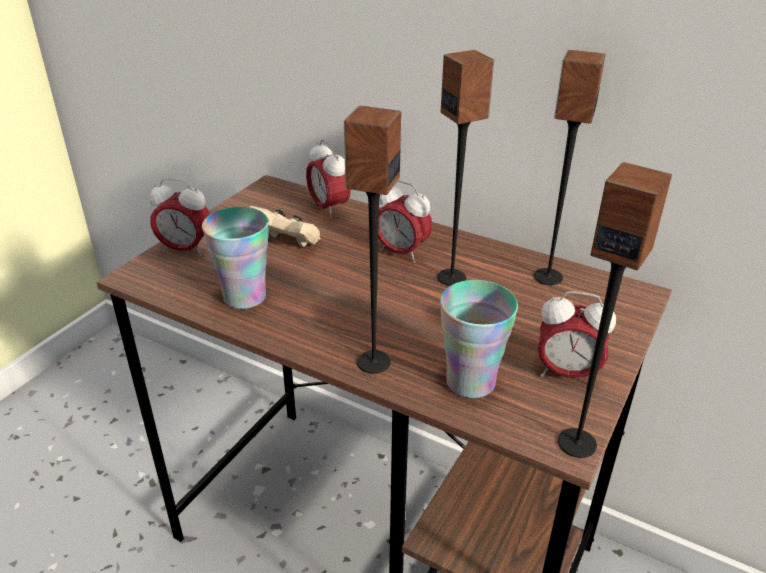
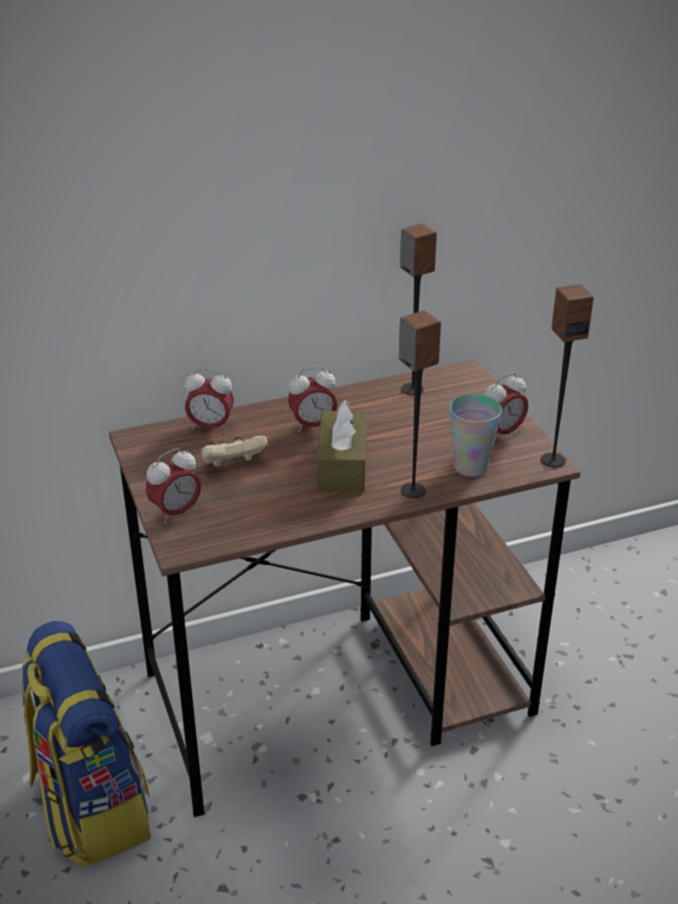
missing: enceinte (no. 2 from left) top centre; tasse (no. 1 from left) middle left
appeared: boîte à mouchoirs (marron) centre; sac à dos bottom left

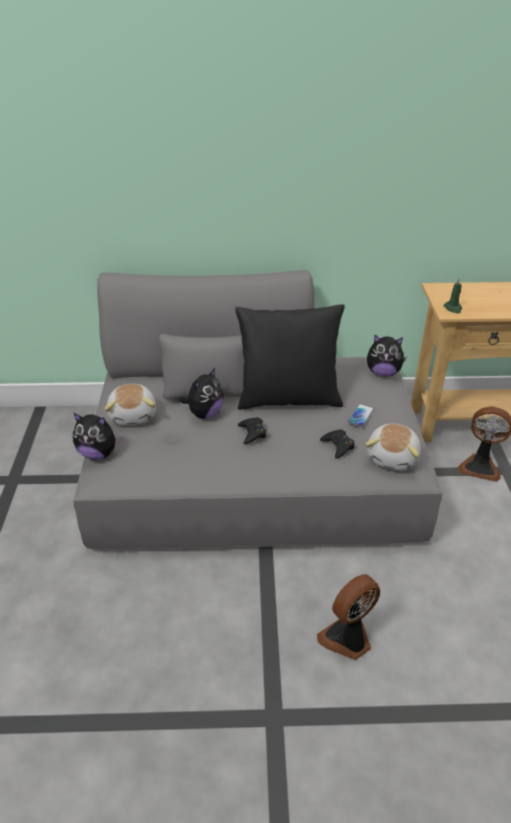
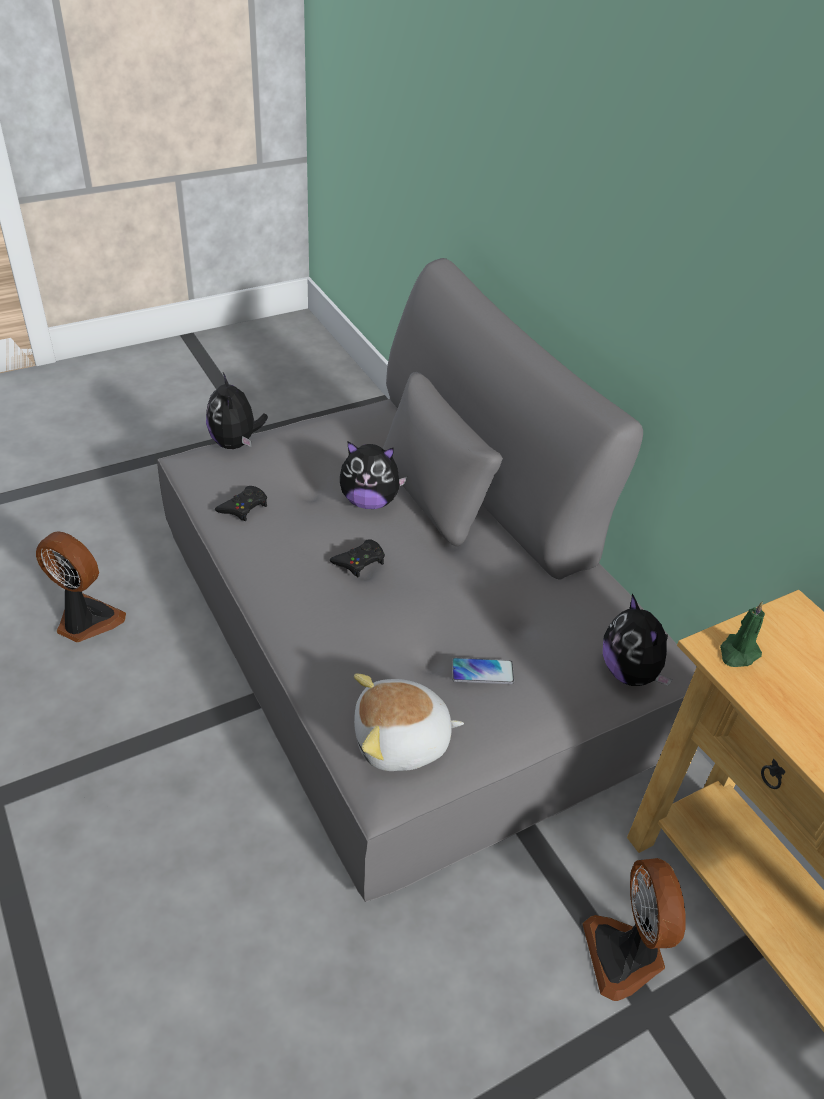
missing: coussin (noir) centre; peluche (no. 2 from left) middle left
relocated: manette (noir) (no. 2 from left in the first image) centre to manette (noir) (no. 1 from left) middle left; ventilateur (no. 1 from left) bottom right to middle left

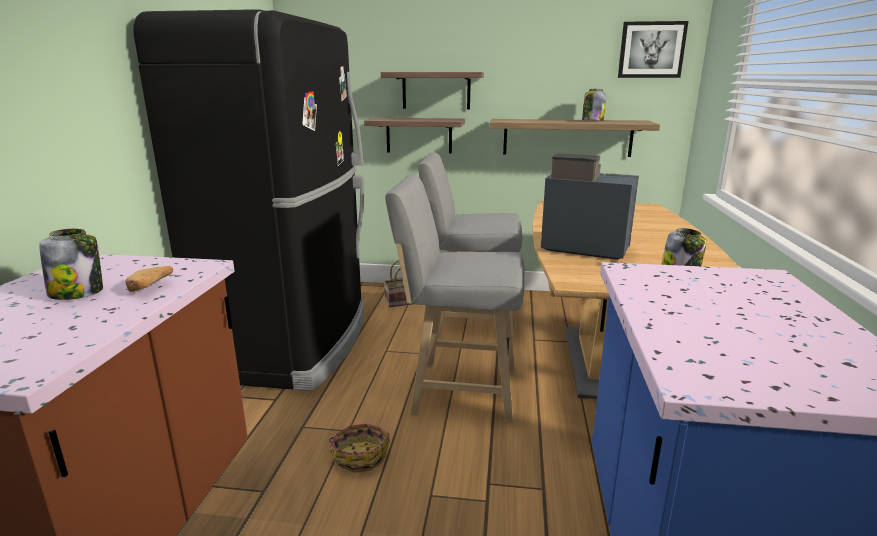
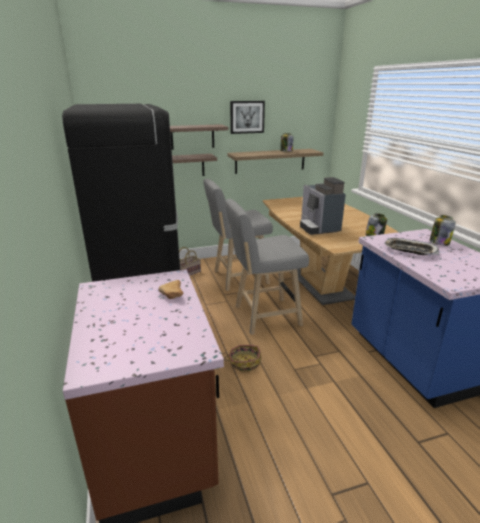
appeared: plateau middle right
relocated: tableau top right to top centre; bocal (no. 1 from left in the first image) middle left to bocal (no. 3 from left) middle right
spun: machine à café middle right = middle right 105 degrees counterclockwise

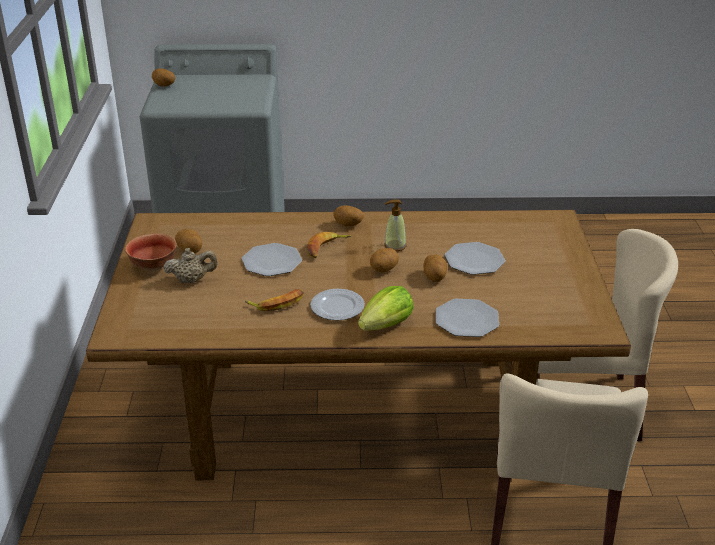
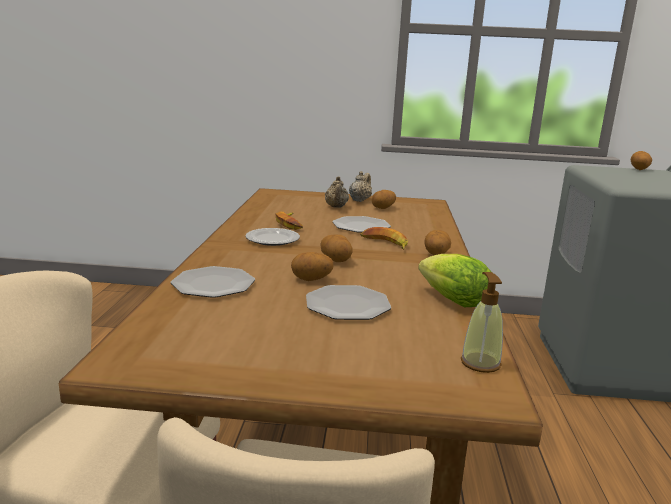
relocated: distributeur de savon centre to middle right; laitue centre to middle right
exchanged: bol middle left to théière (beige) (no. 2 from left) centre

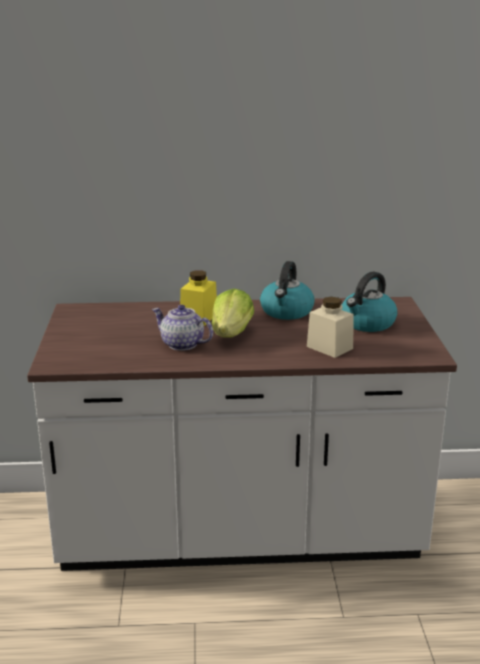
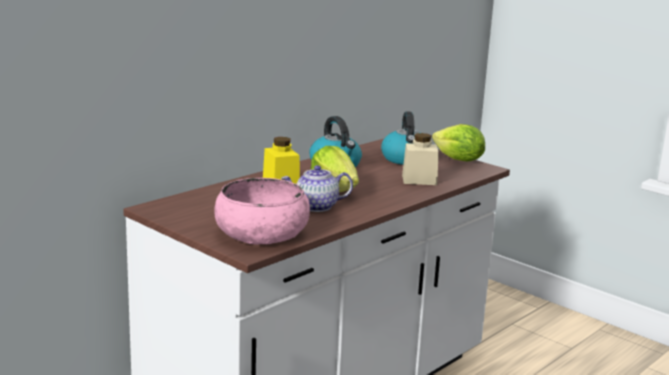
appeared: laitue (no. 2 from left) middle right; bol (rose) centre

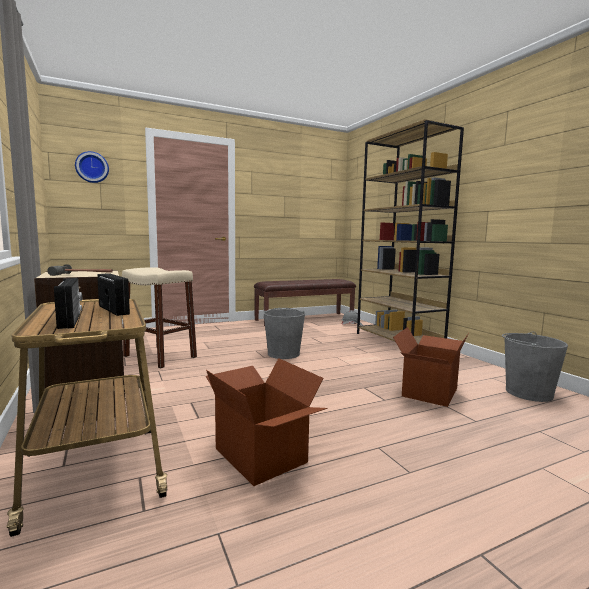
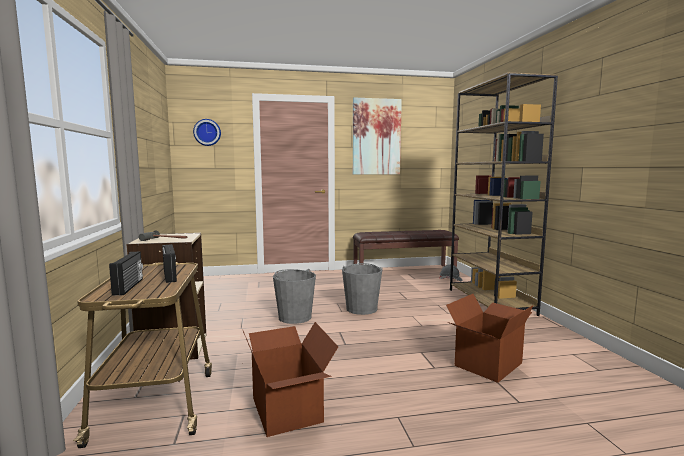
missing: tabouret (beige) middle left
appeared: tableau top centre
relocated: seau (gris) (no. 2 from left in the first image) middle right to seau (gris) (no. 1 from left) centre

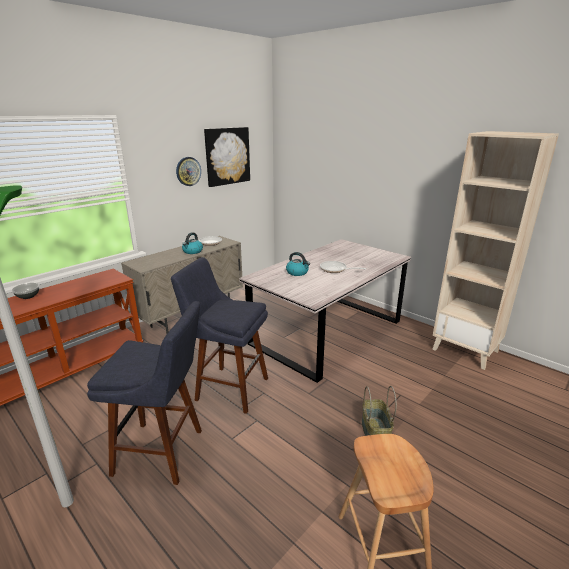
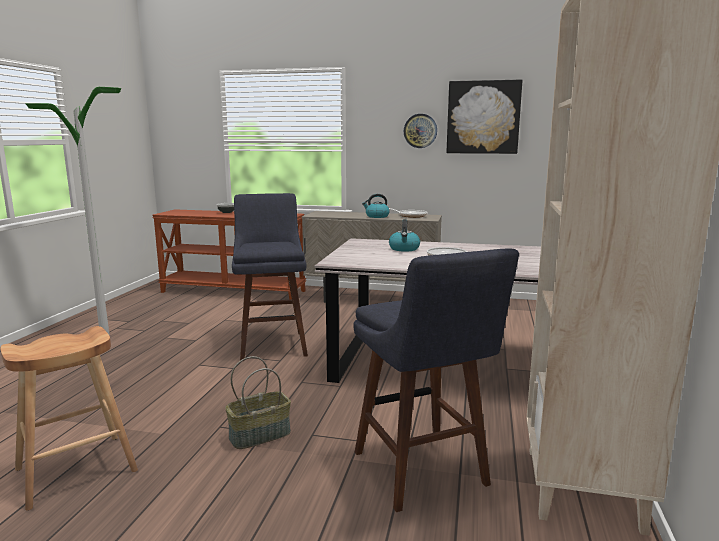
relocated: tabouret (bleu) (no. 1 from left in the first image) bottom left to tabouret (bleu) (no. 2 from left) bottom centre

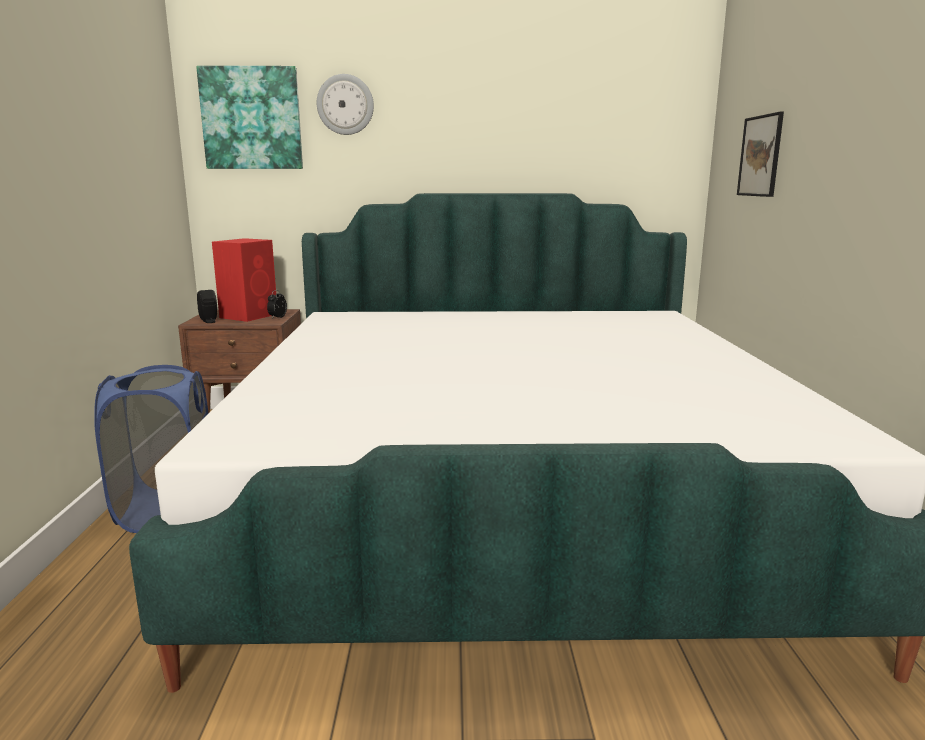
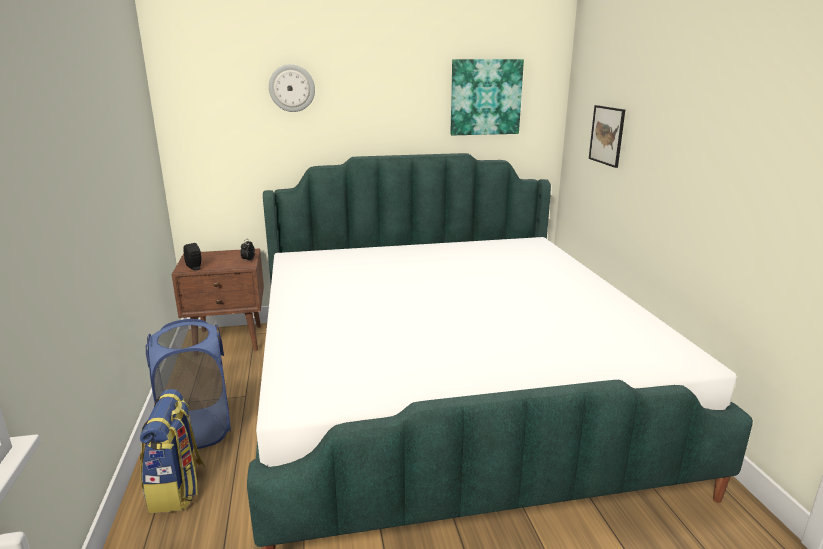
missing: enceinte (rouge) middle left
appeared: sac à dos bottom left
relocated: tableau (no. 1 from left) top left to top centre

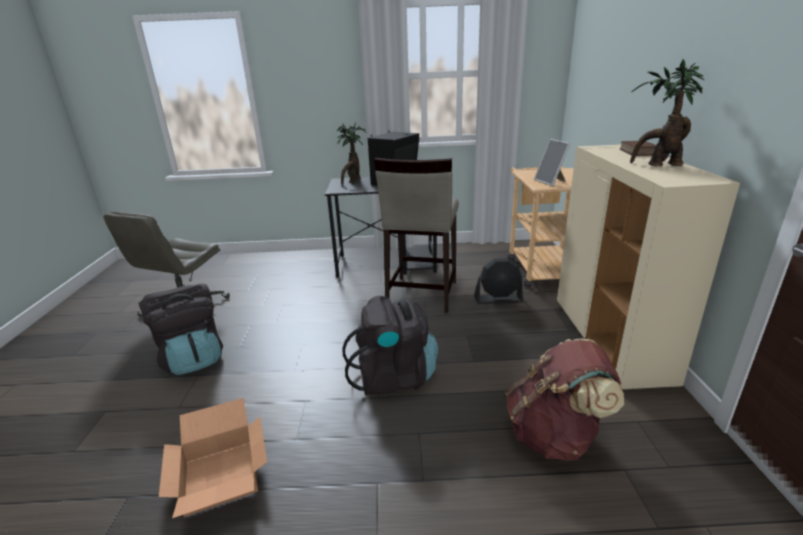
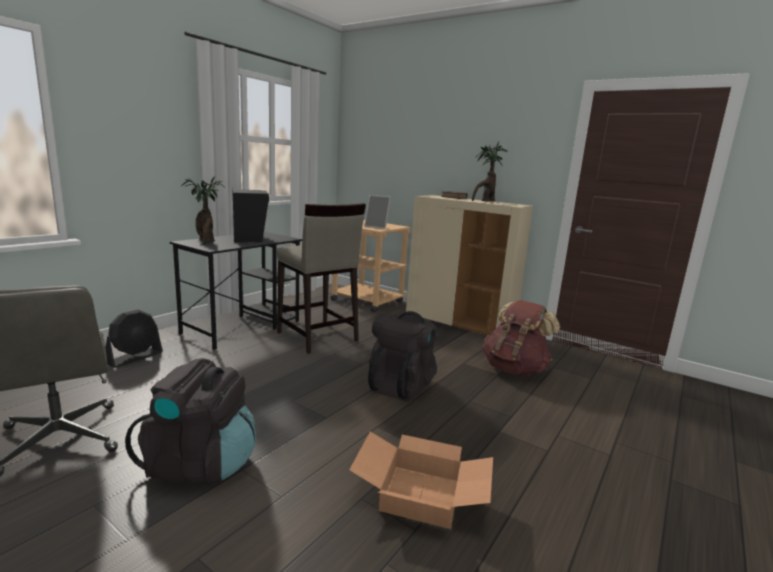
relocated: ventilateur (noir) centre to middle left

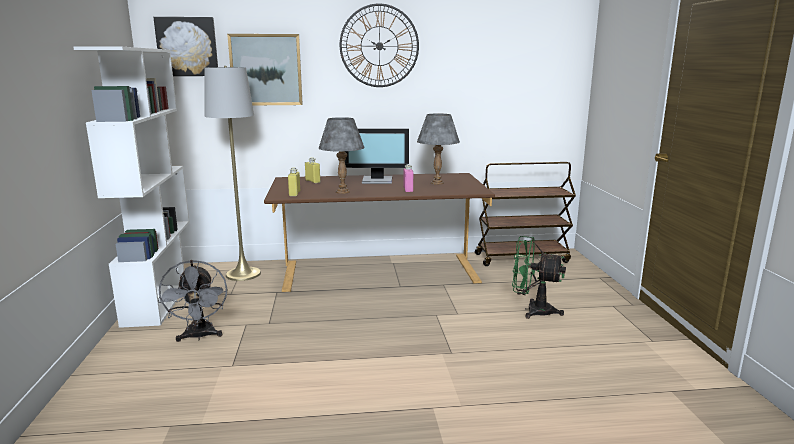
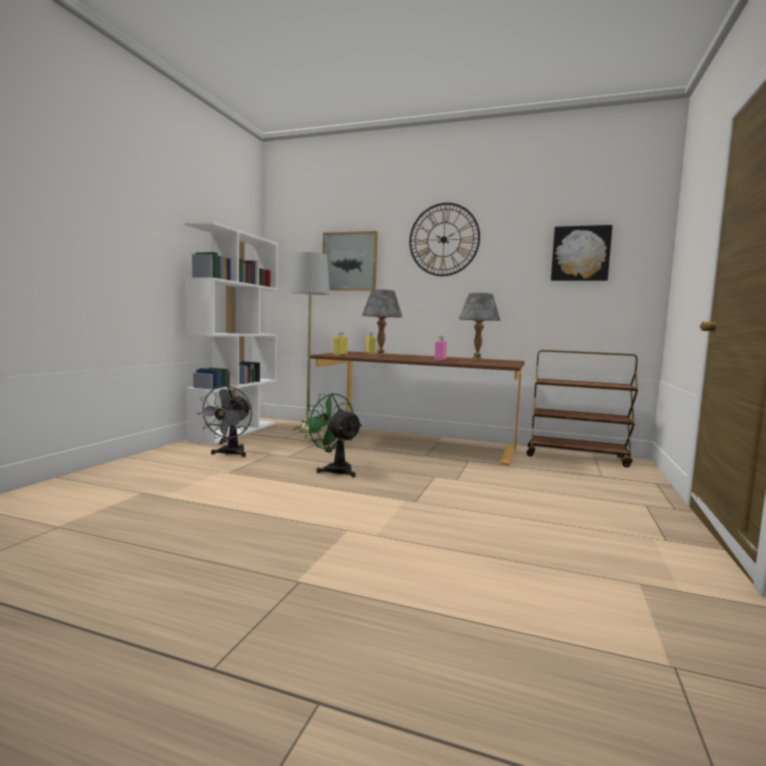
missing: écran d'ordinateur centre
relocated: tableau (no. 1 from left in the first image) top left to tableau (no. 2 from left) top right; ventilateur (vert) middle right to centre

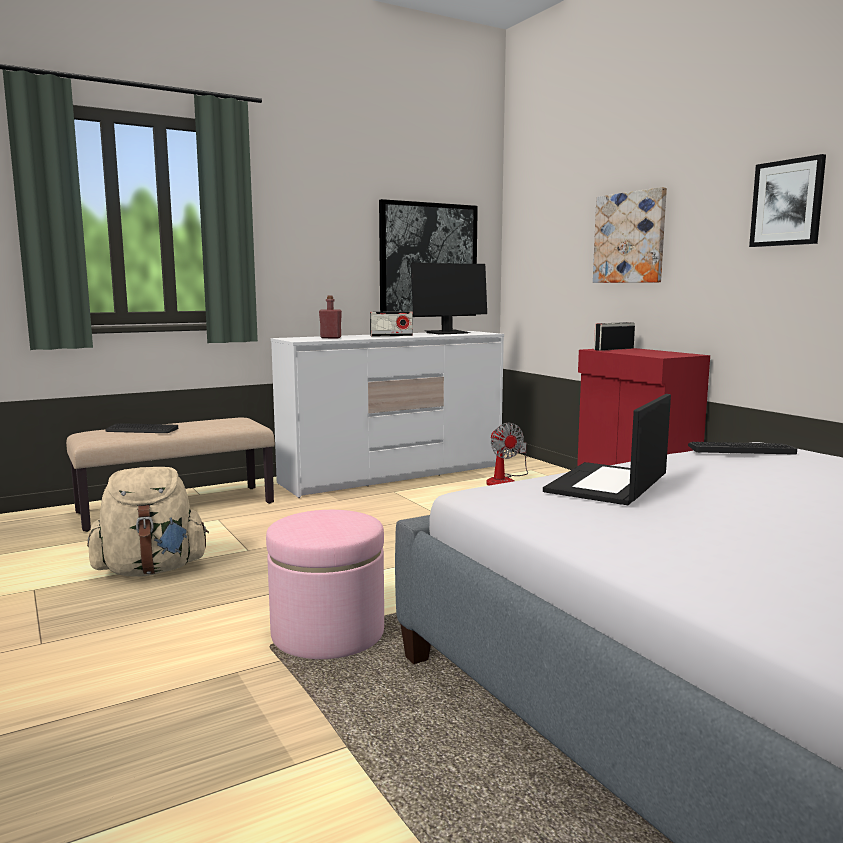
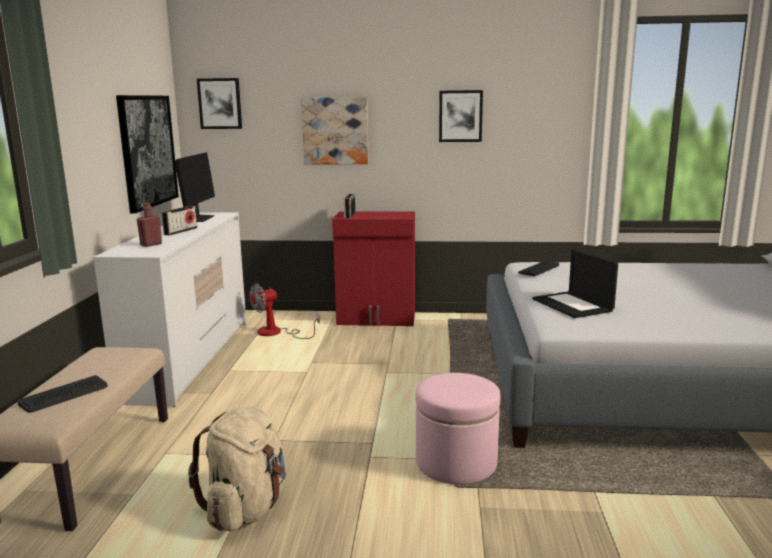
appeared: tableau (no. 2 from left) top left
spun: ventilateur centre = centre 135 degrees clockwise

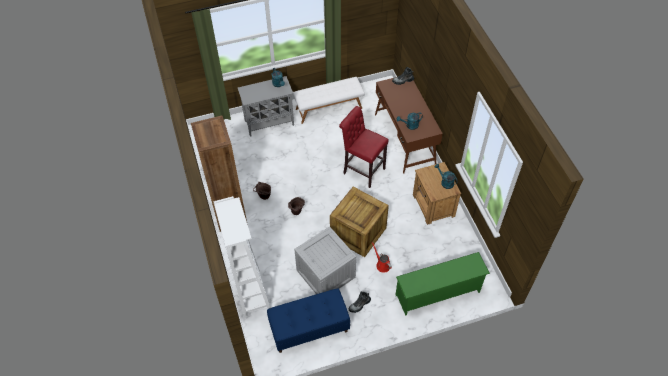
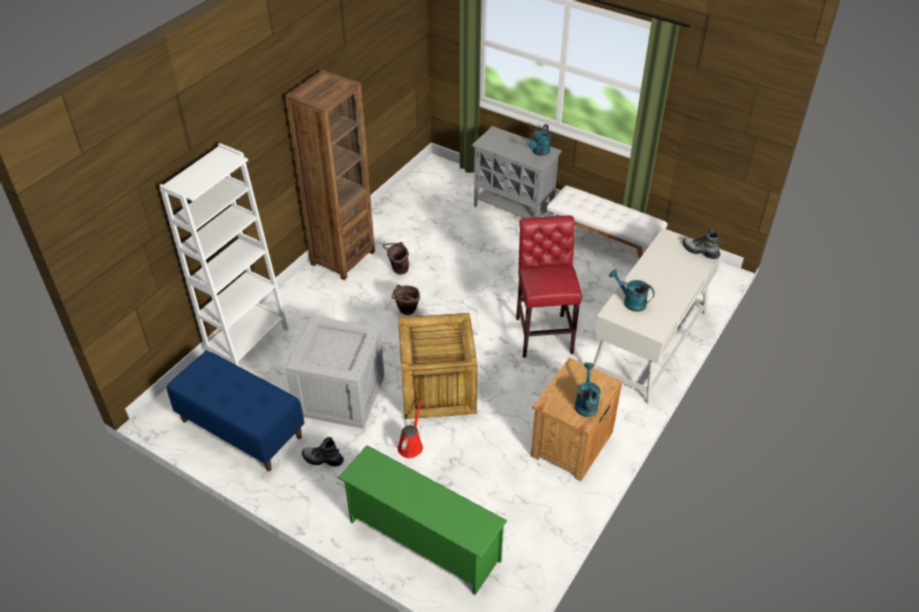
colour: bureau (marron) top centre to bureau (blanc) middle right

